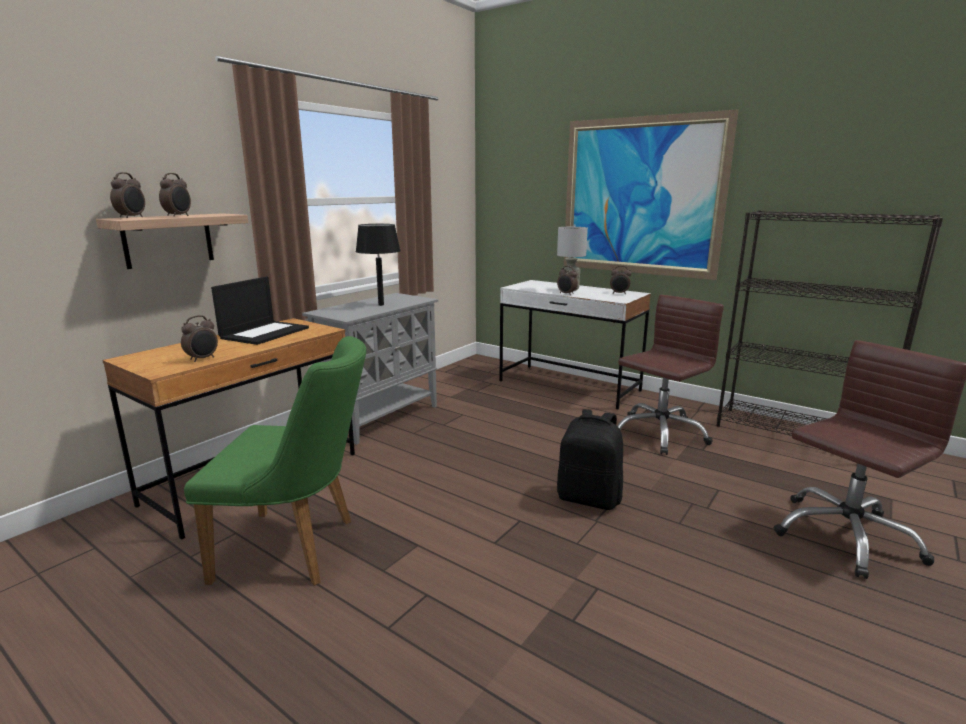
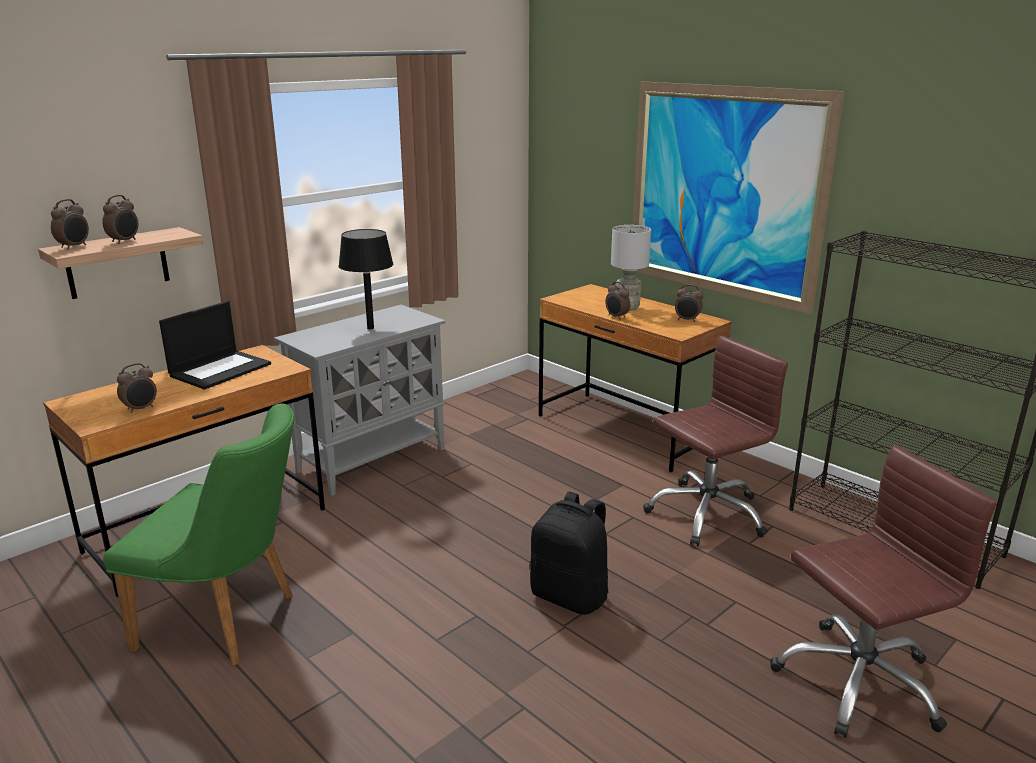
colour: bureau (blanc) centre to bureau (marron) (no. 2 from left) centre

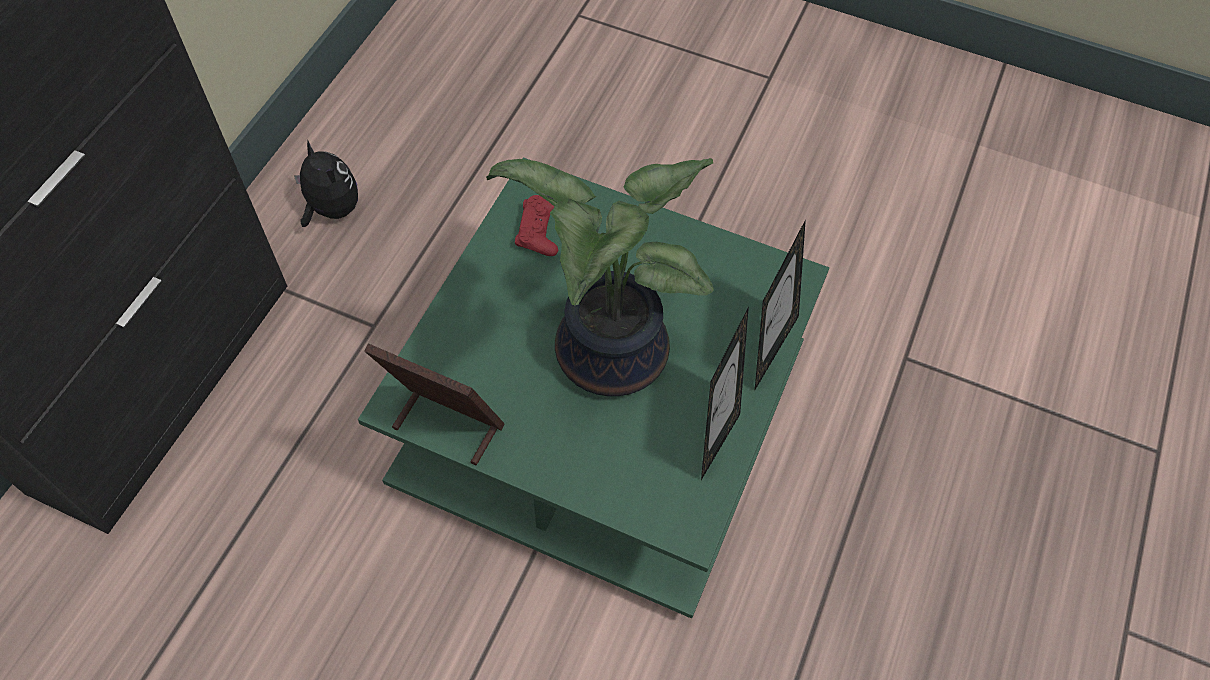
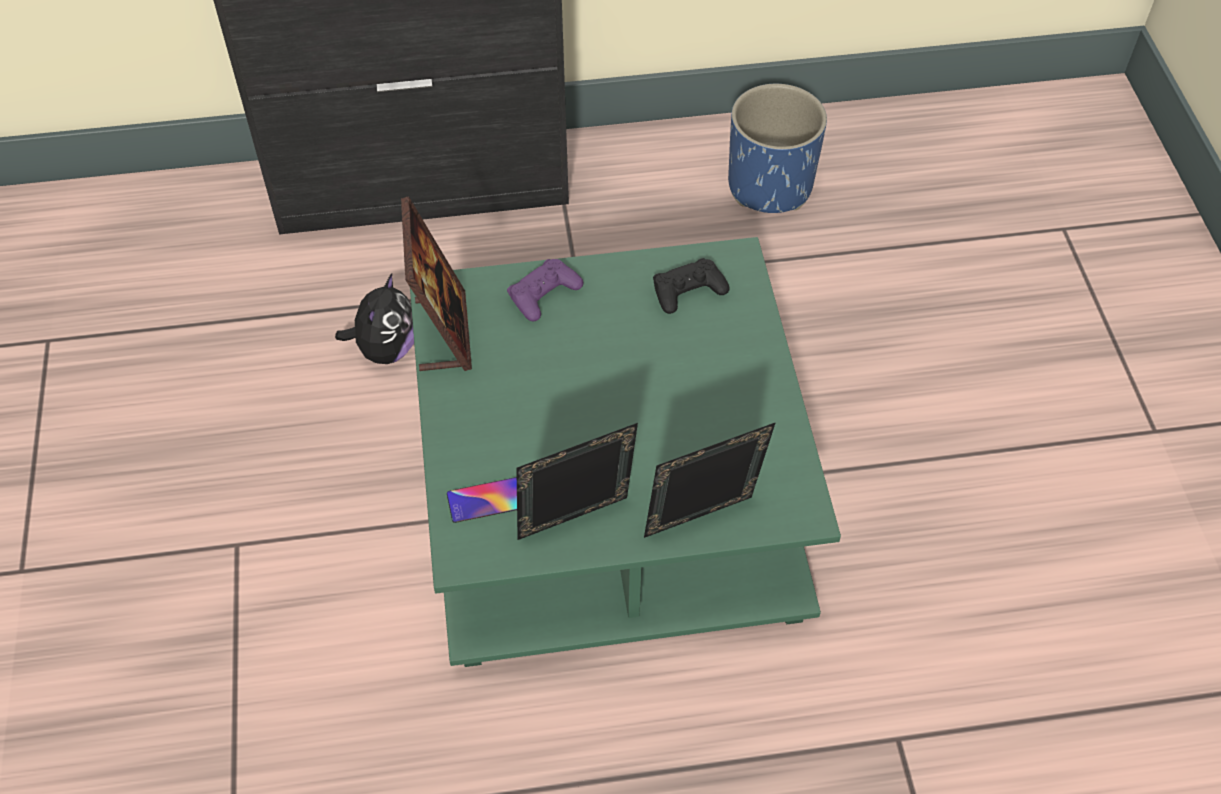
missing: plante en pot centre
appeared: cache-pot (bleu) top centre; manette (violet) centre; téléphone centre
relocated: peluche top left to middle left
colour: manette (rouge) top centre to manette (noir) centre

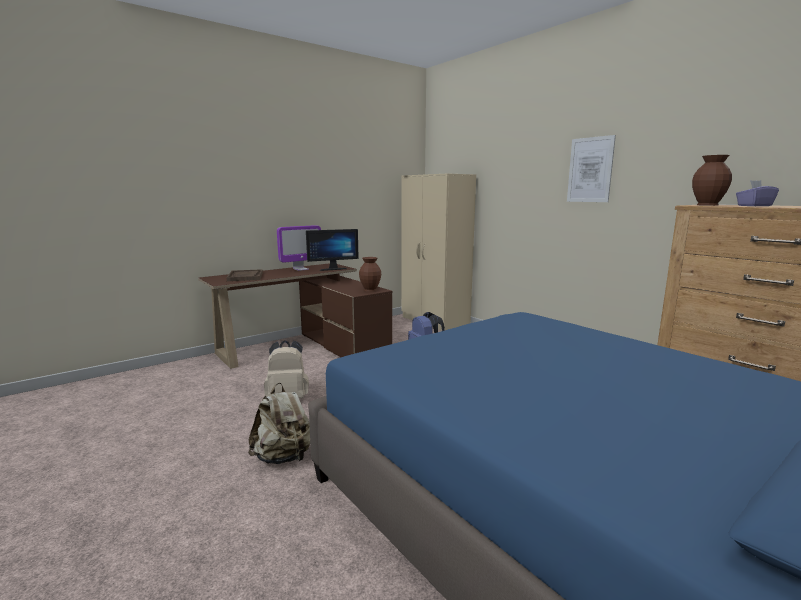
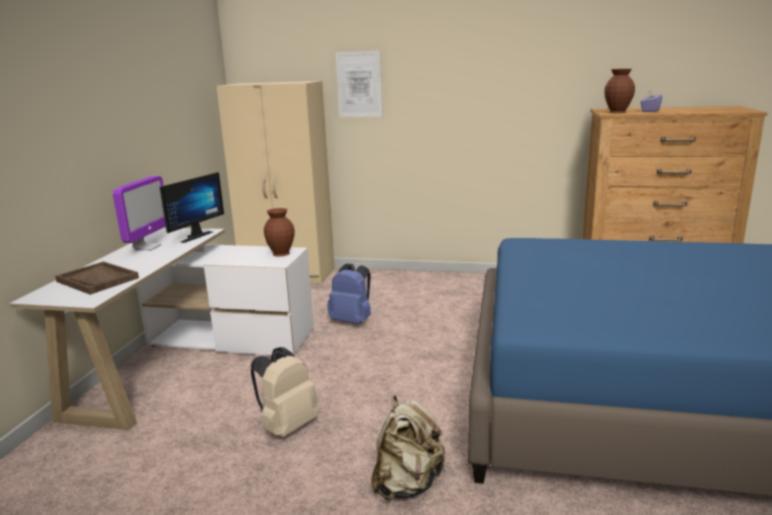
relocated: tableau top right to top centre
colour: bureau (marron) centre to bureau (blanc) middle left

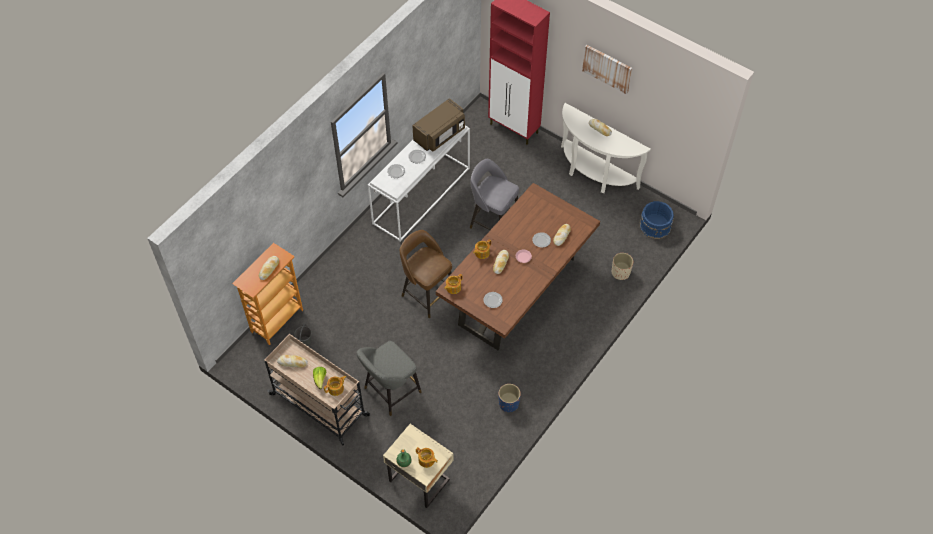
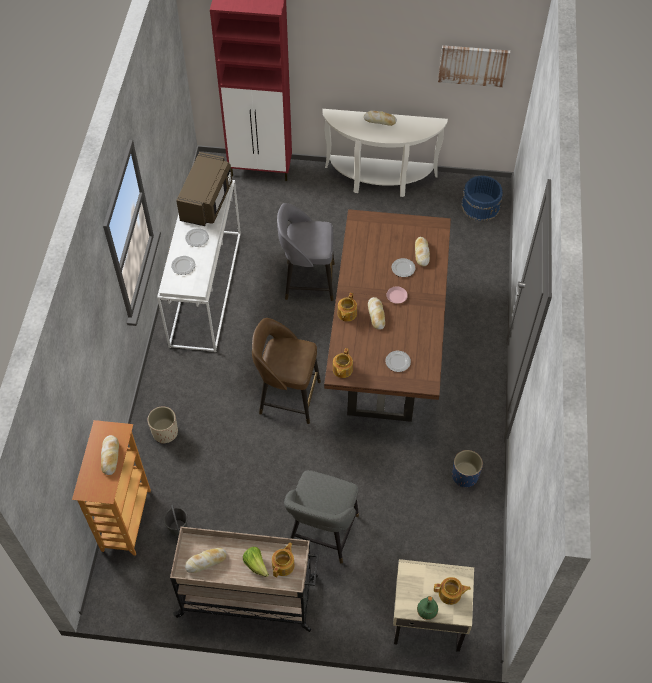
relocated: tableau top centre to top right; cache-pot (beige) middle right to middle left

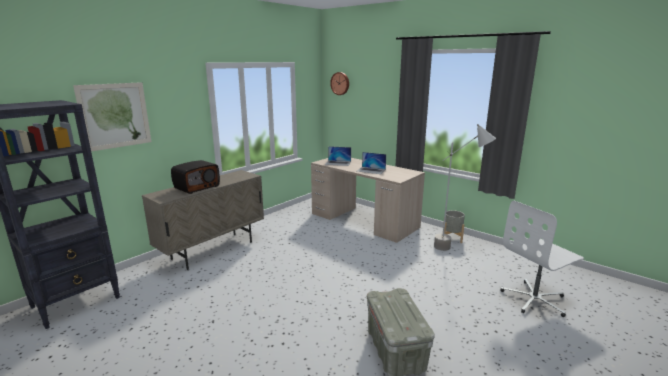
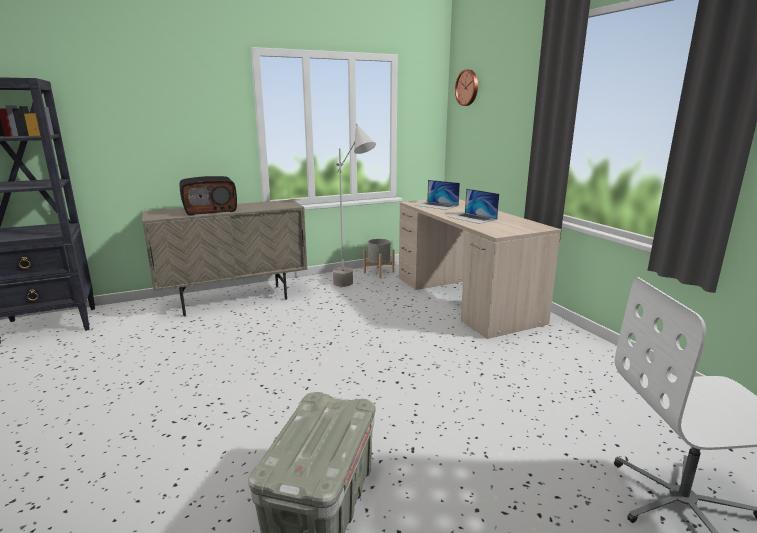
missing: tableau top left
relocated: lampadaire (gris) middle right to centre; cache-pot (gris) middle right to centre

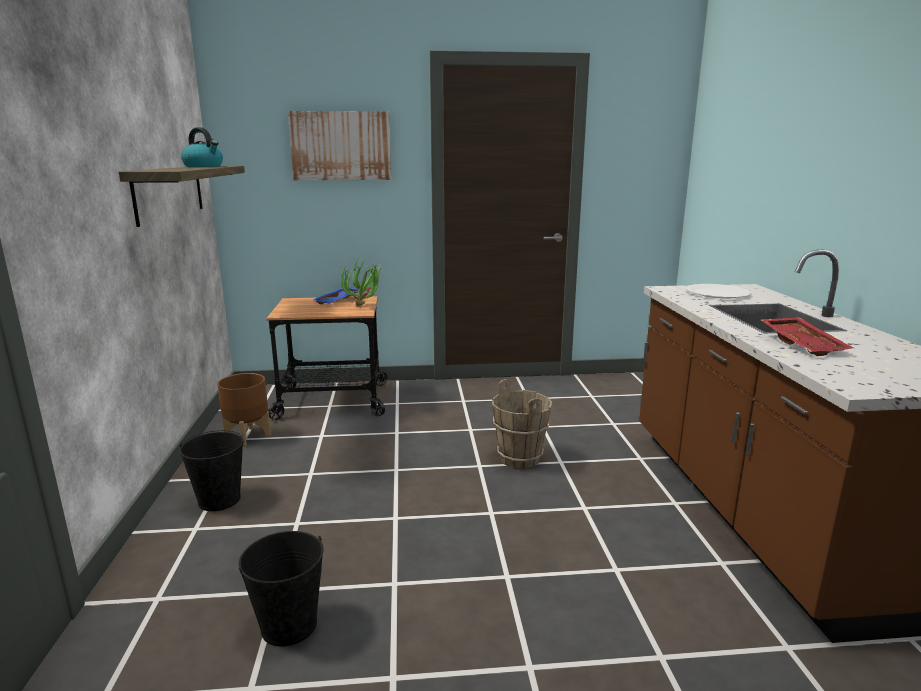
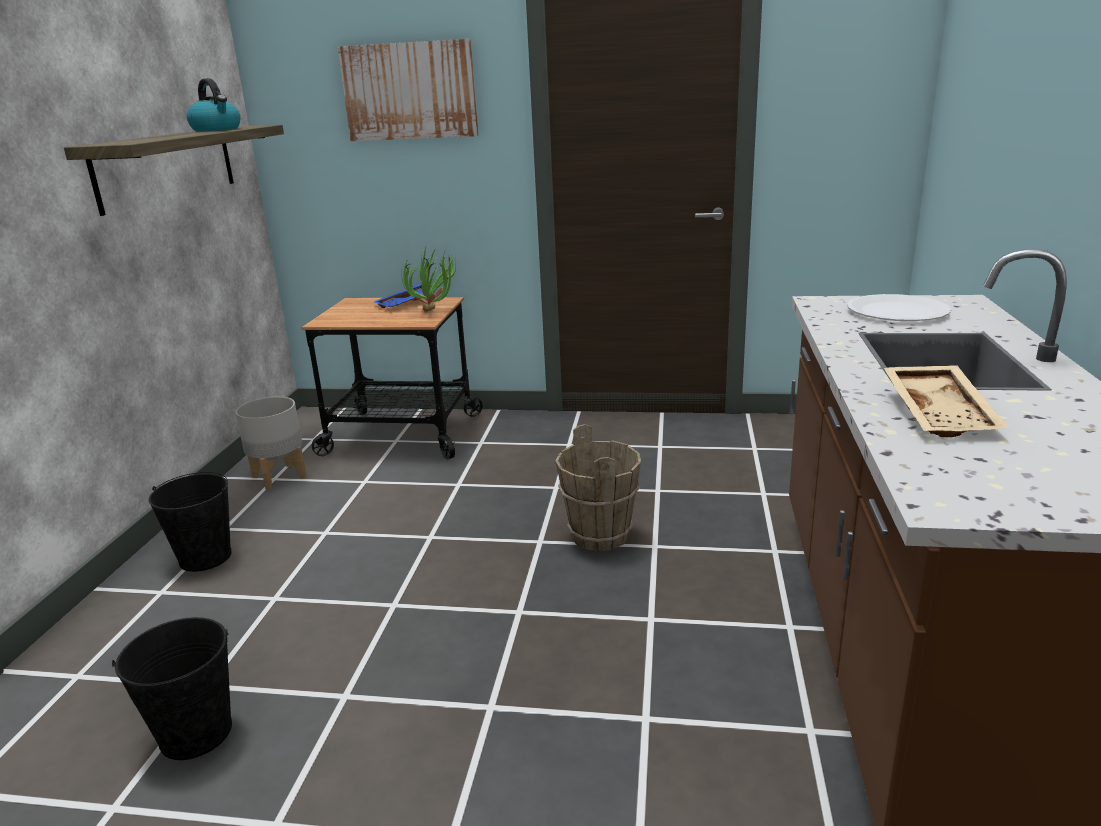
colour: plateau (rouge) middle right to plateau (beige) middle right; cache-pot (marron) middle left to cache-pot (gris) middle left

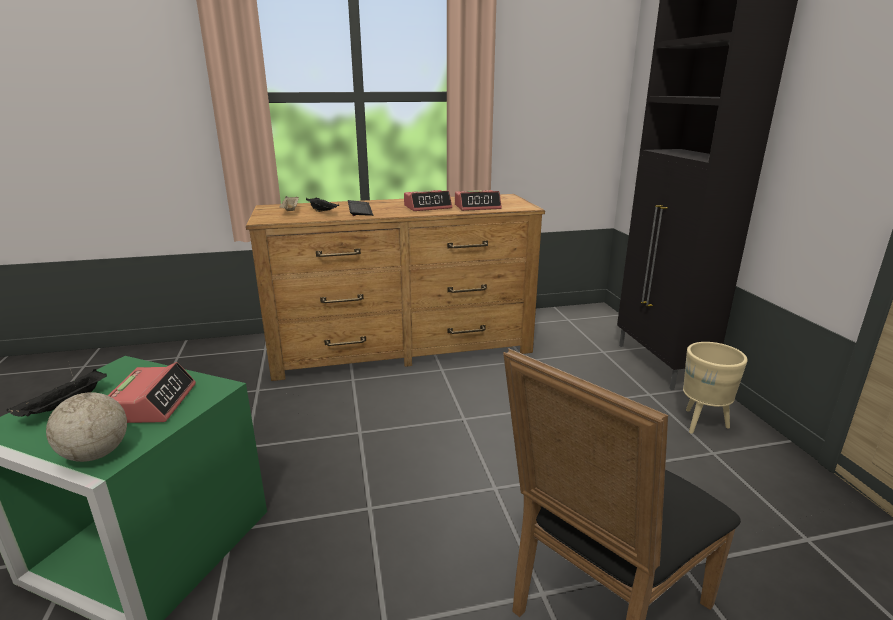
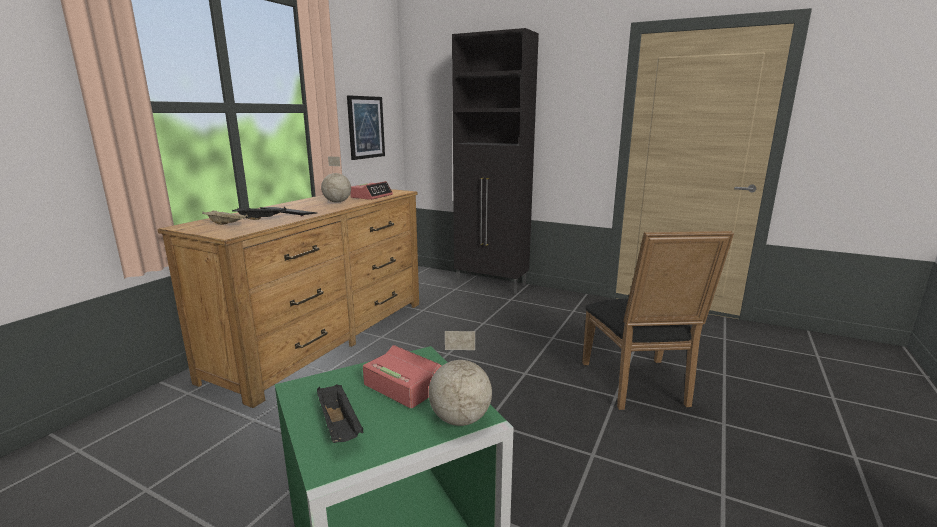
missing: cache-pot (beige) middle right
appeared: tableau top centre
exchanged: réveil (no. 2 from left) top centre to globe (no. 1 from left) centre

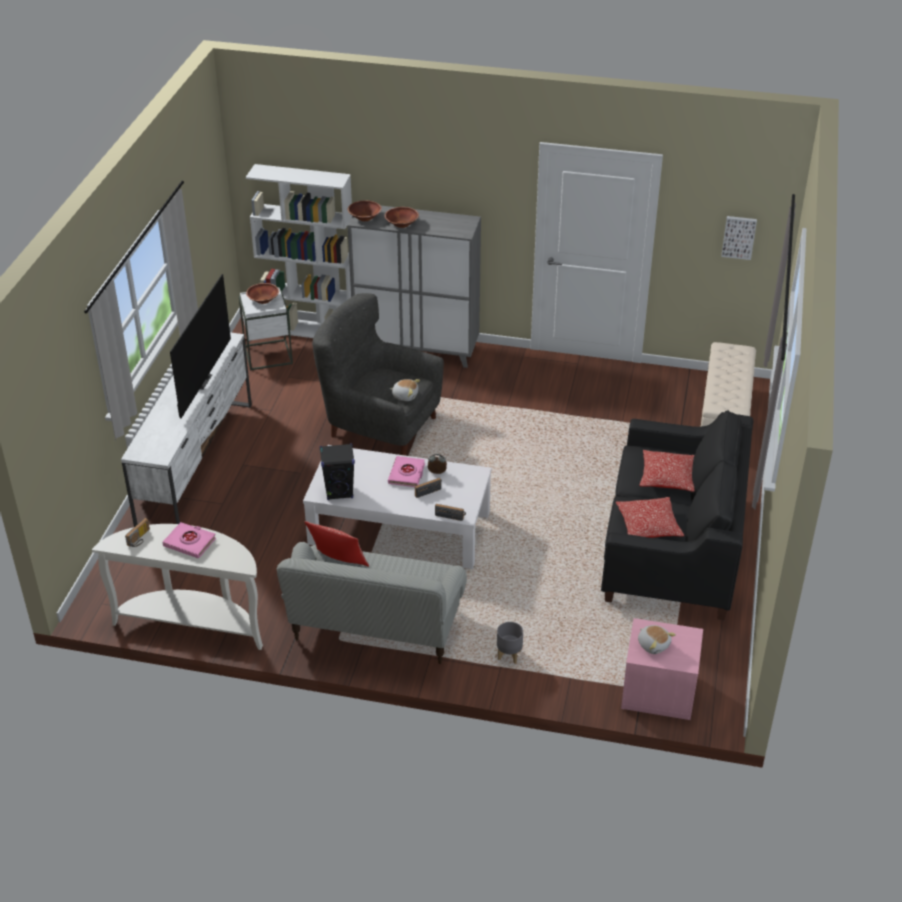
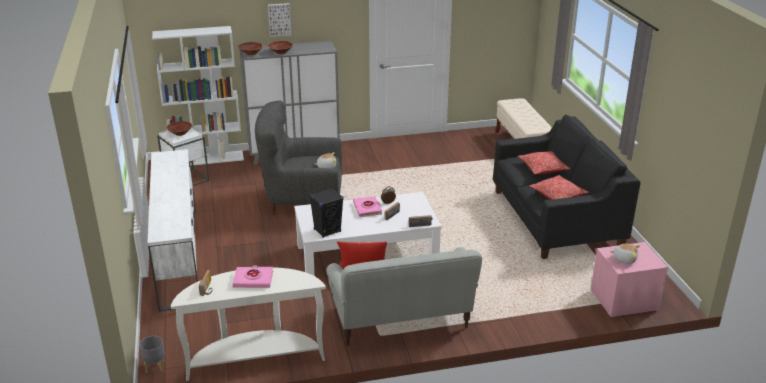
missing: téléviseur middle left
relocated: tableau top right to top centre; cache-pot (gris) bottom centre to bottom left

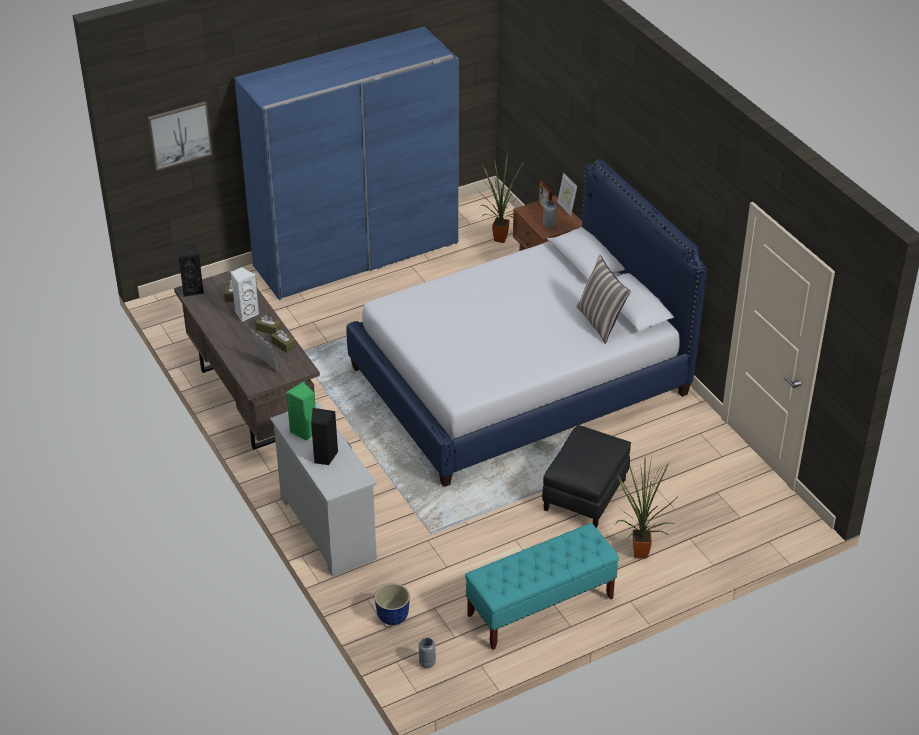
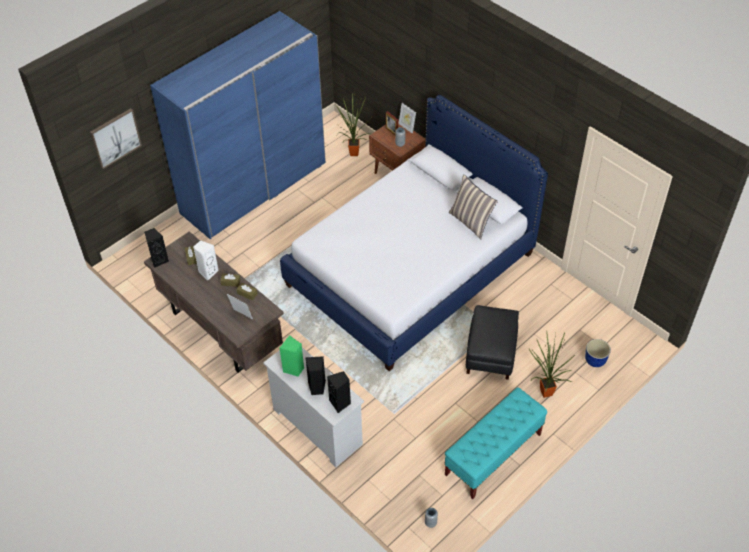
appeared: enceinte (noir) (no. 3 from left) bottom centre
relocated: cache-pot bottom centre to middle right

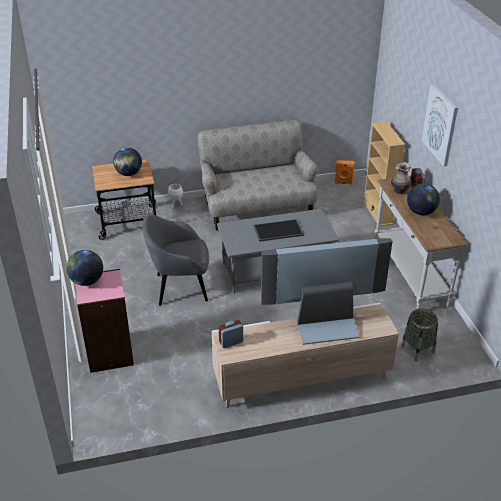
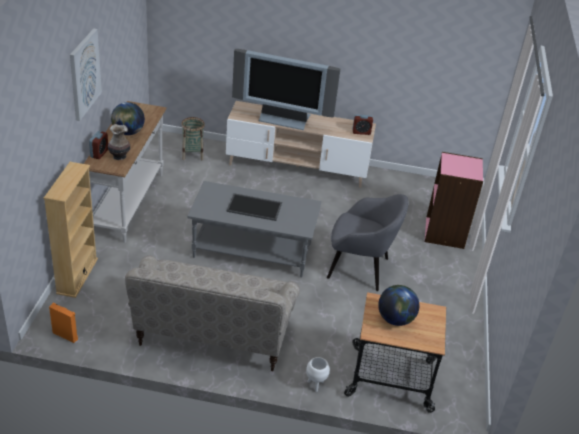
missing: globe (no. 1 from left) middle left

